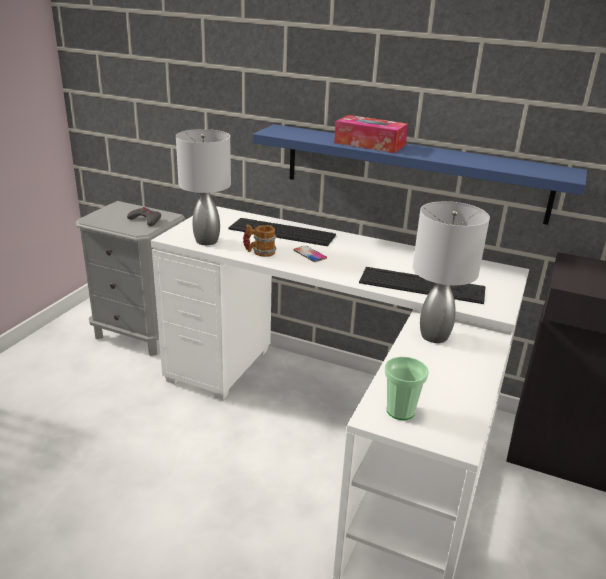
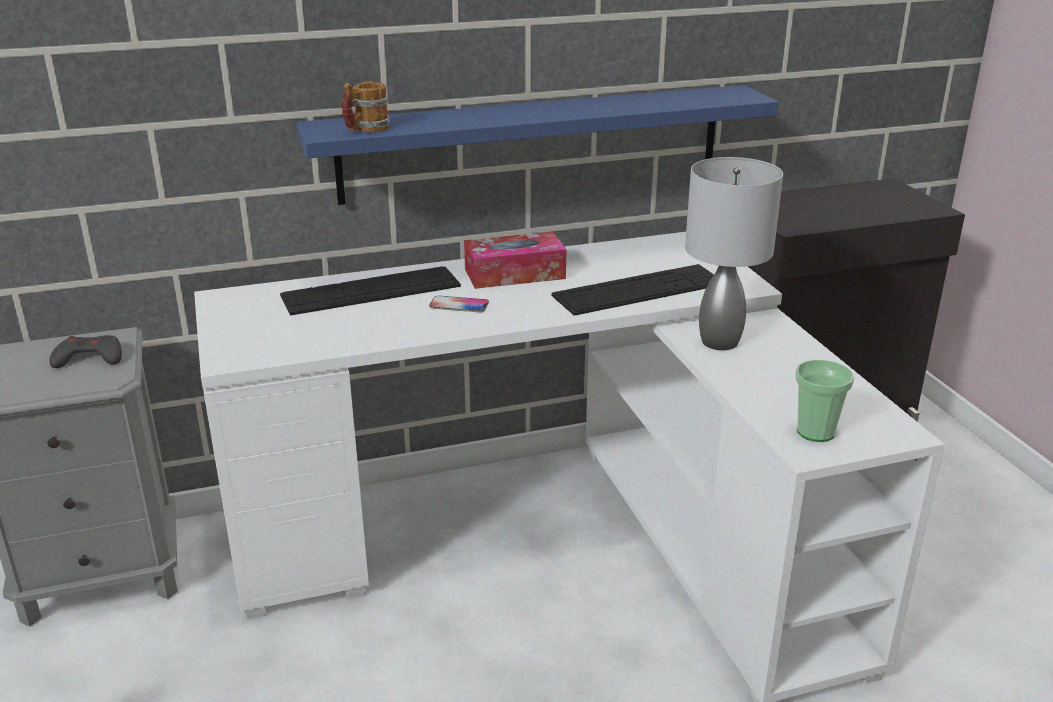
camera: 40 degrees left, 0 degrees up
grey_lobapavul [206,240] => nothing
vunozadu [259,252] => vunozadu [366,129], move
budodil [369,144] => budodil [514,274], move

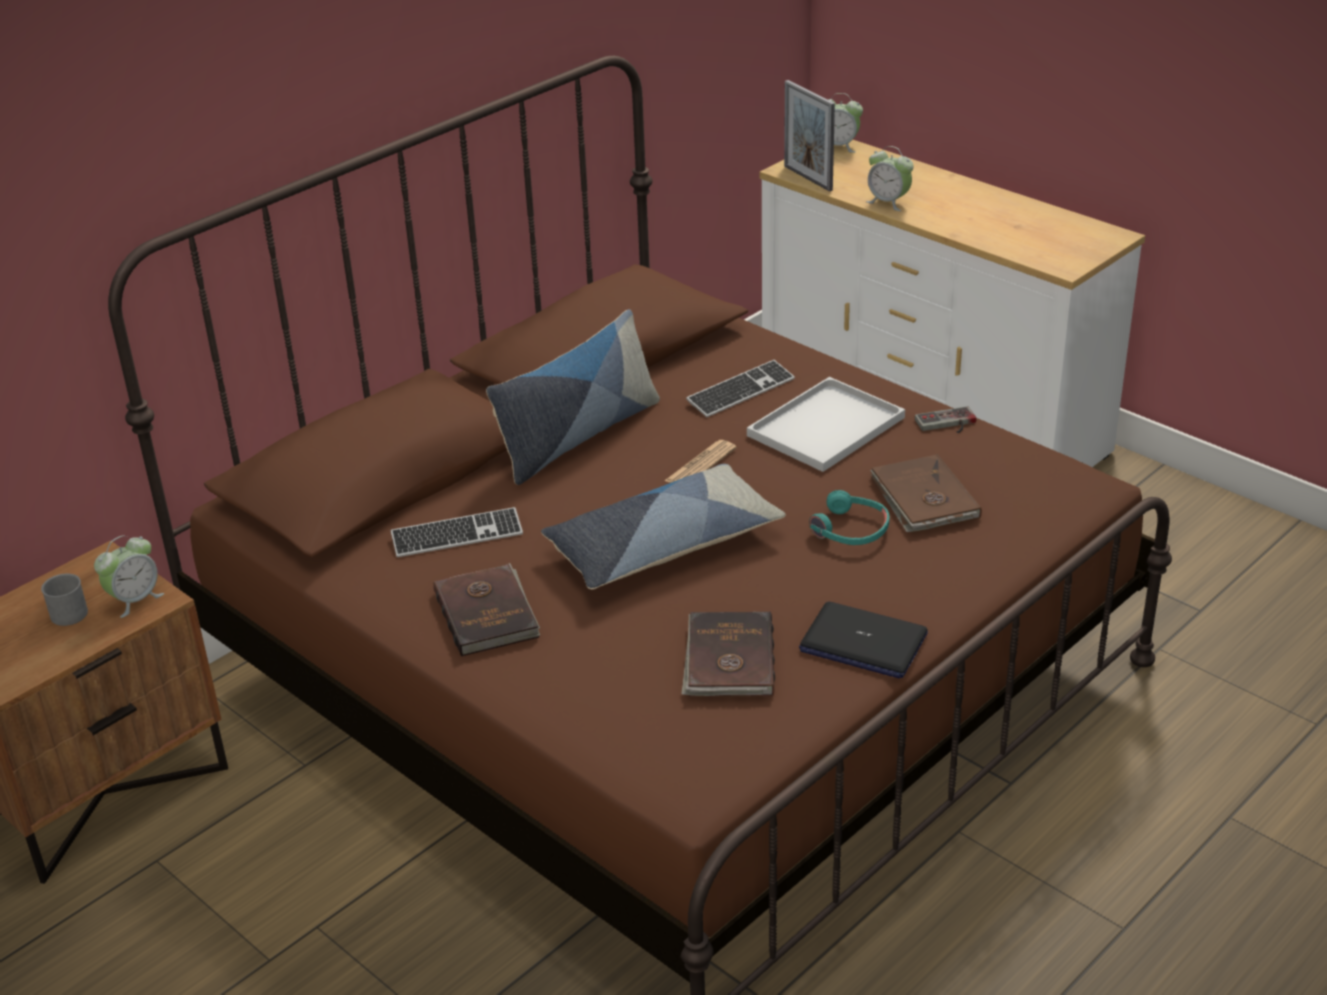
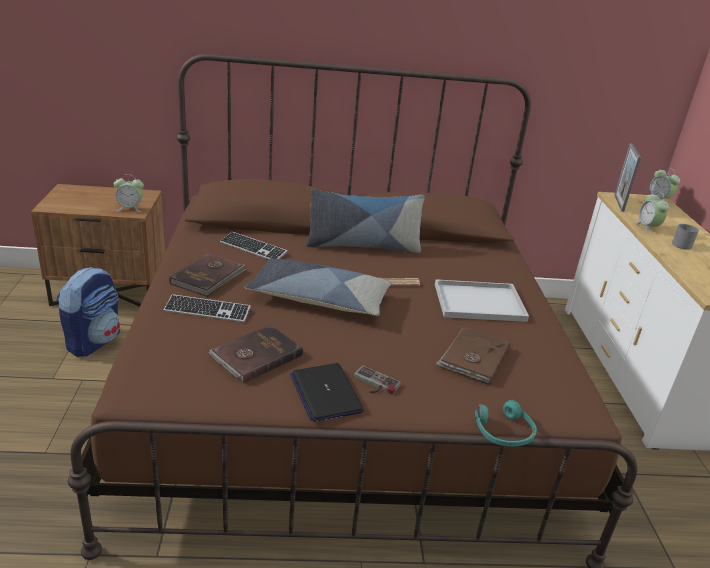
camera: 40 degrees right, 5 degrees down
nothing => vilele [94,341]
grey_vunozadu [68,611] => grey_vunozadu [681,244], move
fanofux [741,391] => fanofux [207,310], move
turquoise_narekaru [851,530] => turquoise_narekaru [503,431], move
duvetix [947,424] => duvetix [374,384], move

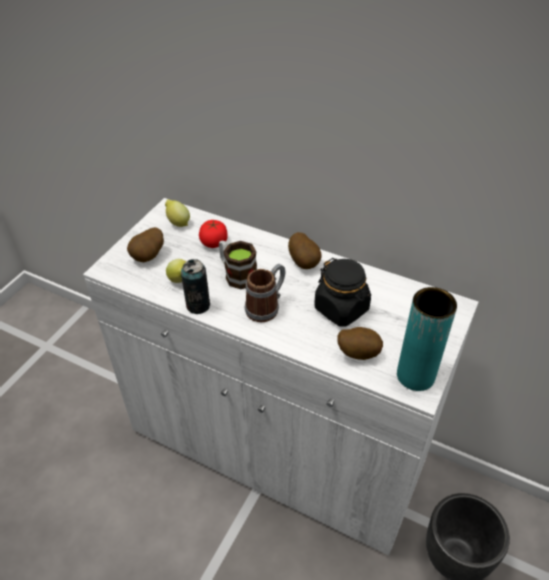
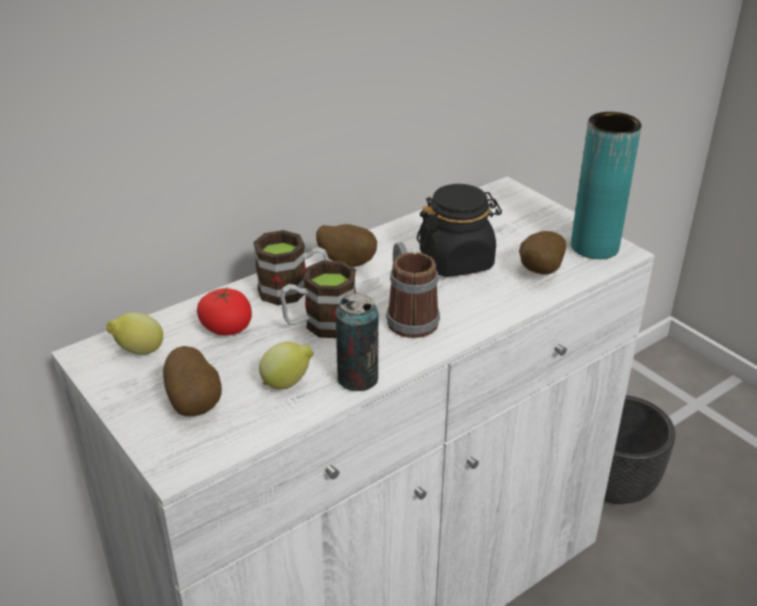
camera: 65 degrees left, 10 degrees down
nothing => vunozadu [293,291]

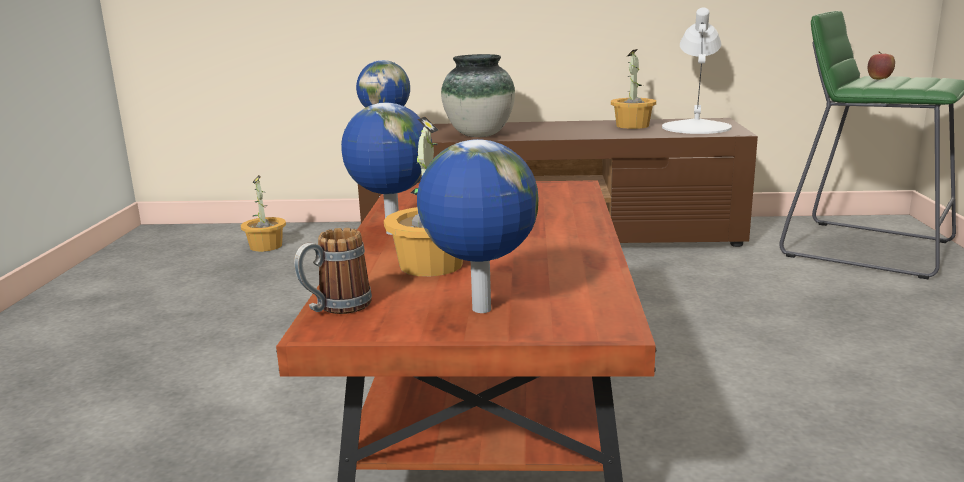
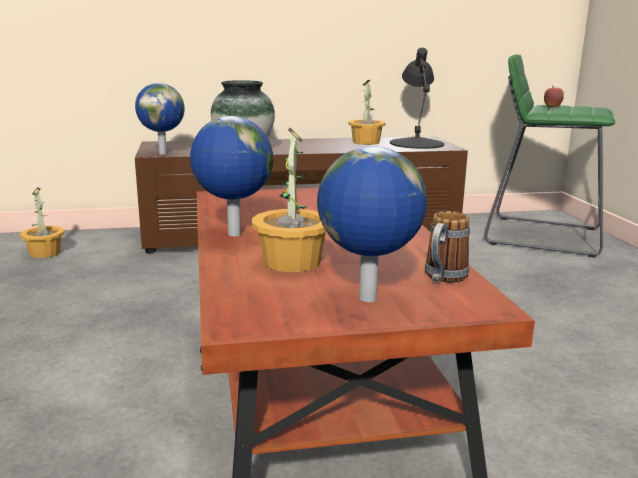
camera: 15 degrees left, 0 degrees up
vunozadu [335,308] => vunozadu [442,278], move
white_lobapavul [697,127] => black_lobapavul [417,143]

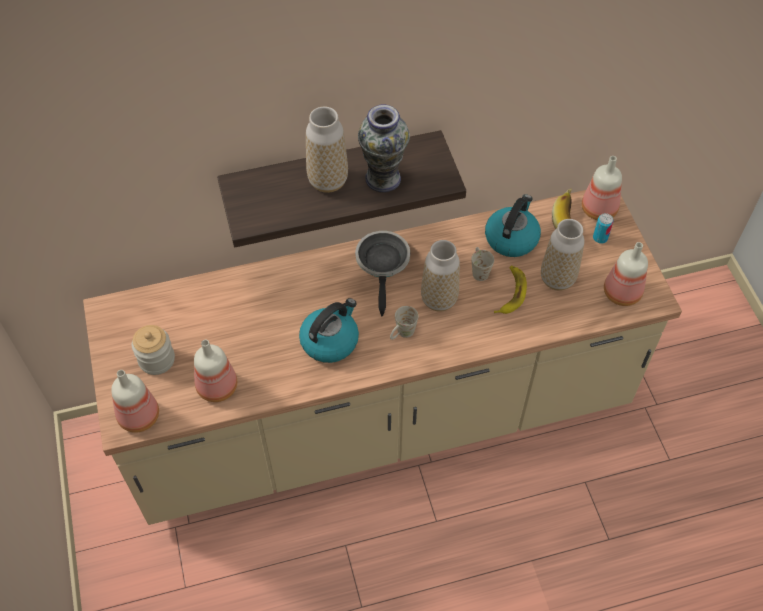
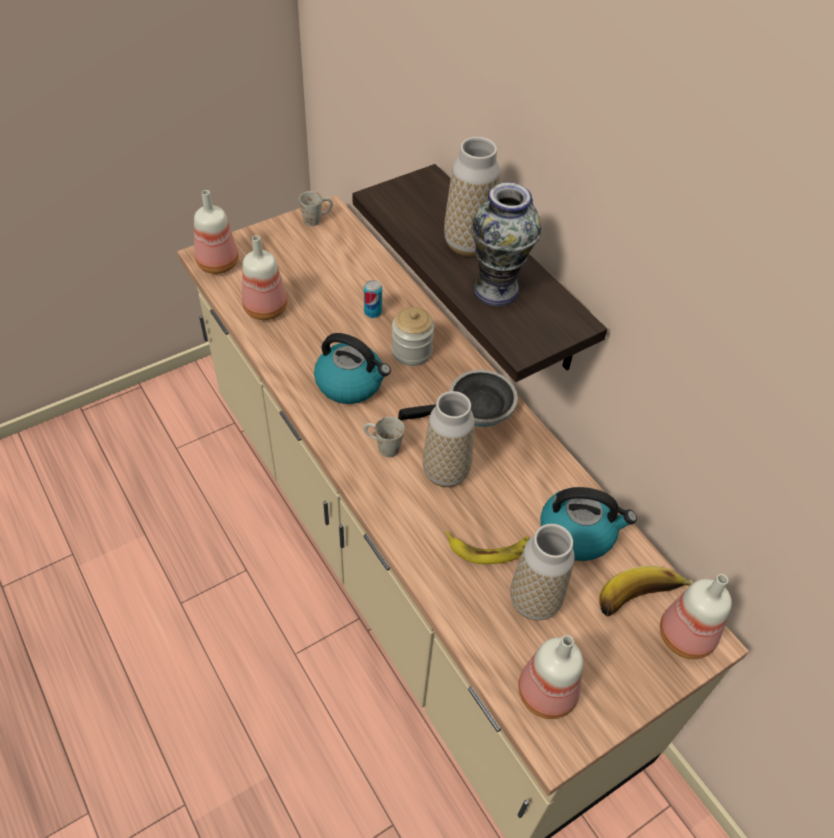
camera: 70 degrees right, 5 degrees down
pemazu [157,359] => pemazu [411,351], move
white_vunozadu [479,270] => white_vunozadu [317,219], move
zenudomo [600,238] => zenudomo [373,312], move

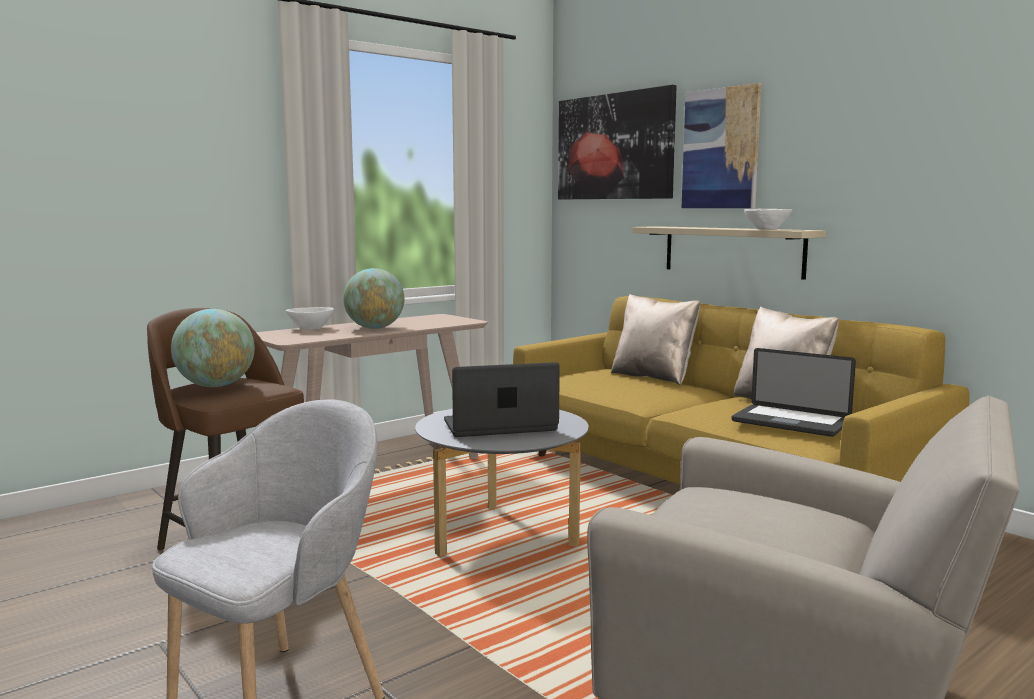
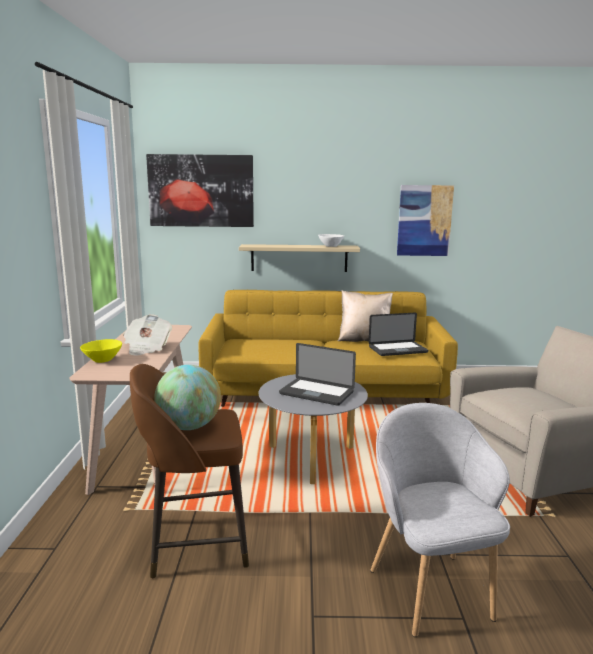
camera: 50 degrees left, 5 degrees up
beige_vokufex [654,377] => nothing
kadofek [720,149] => kadofek [424,220], move
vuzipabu [374,328] => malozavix [147,348]
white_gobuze [310,328] => yellow_gobuze [102,360]
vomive [500,426] => vomive [316,393], 90 degrees counterclockwise

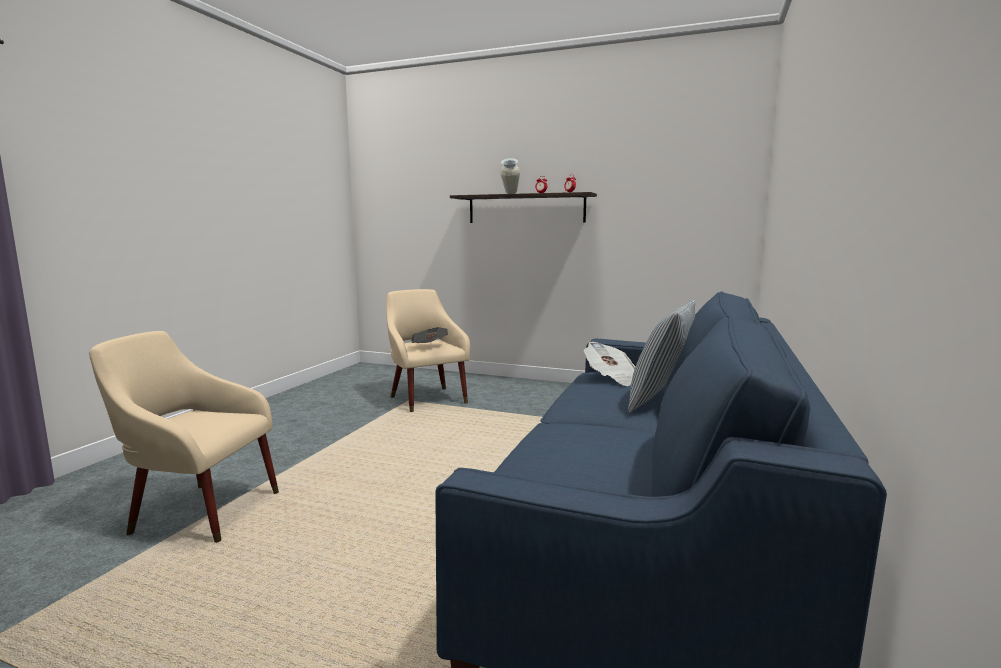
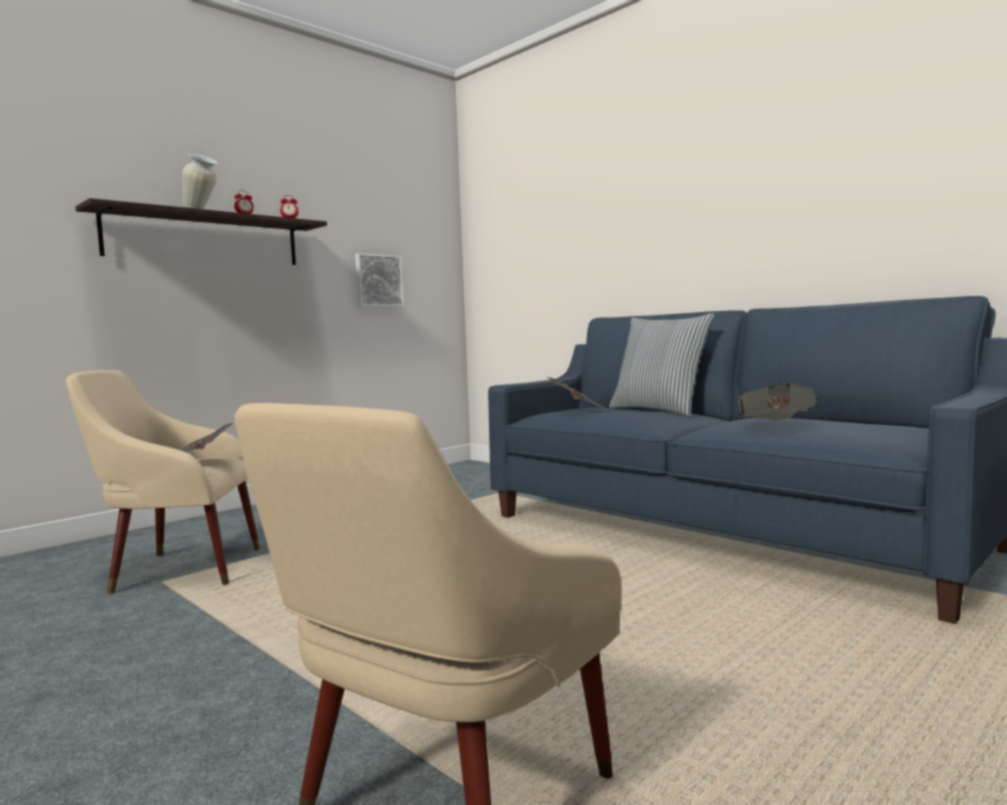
camera: 65 degrees left, 5 degrees down
nothing => kadofek [378,281]
nothing => malozavix [776,424]

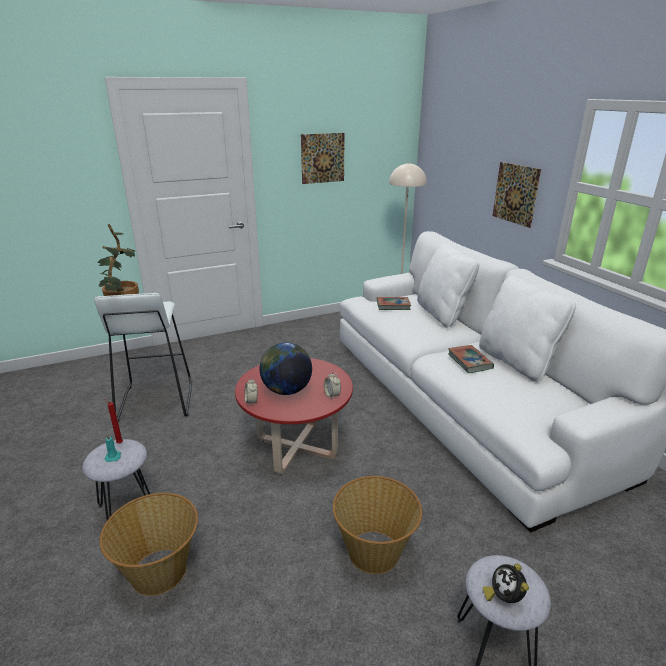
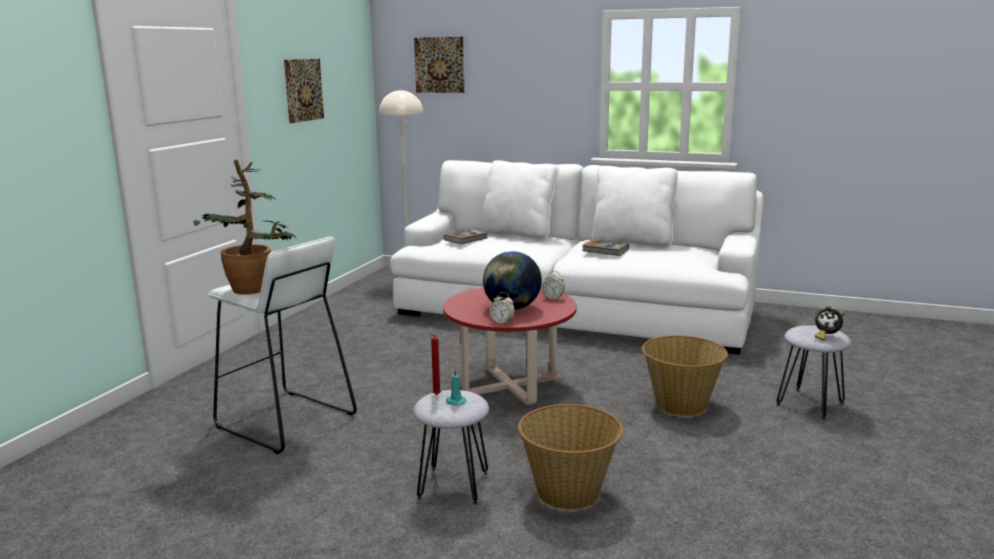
camera: 45 degrees left, 10 degrees down
kadofek [515,194] => kadofek [439,65], move

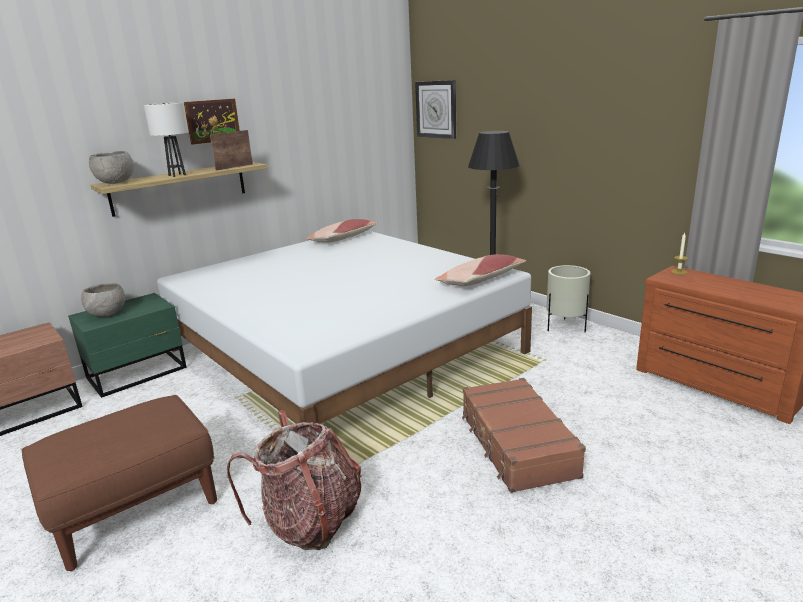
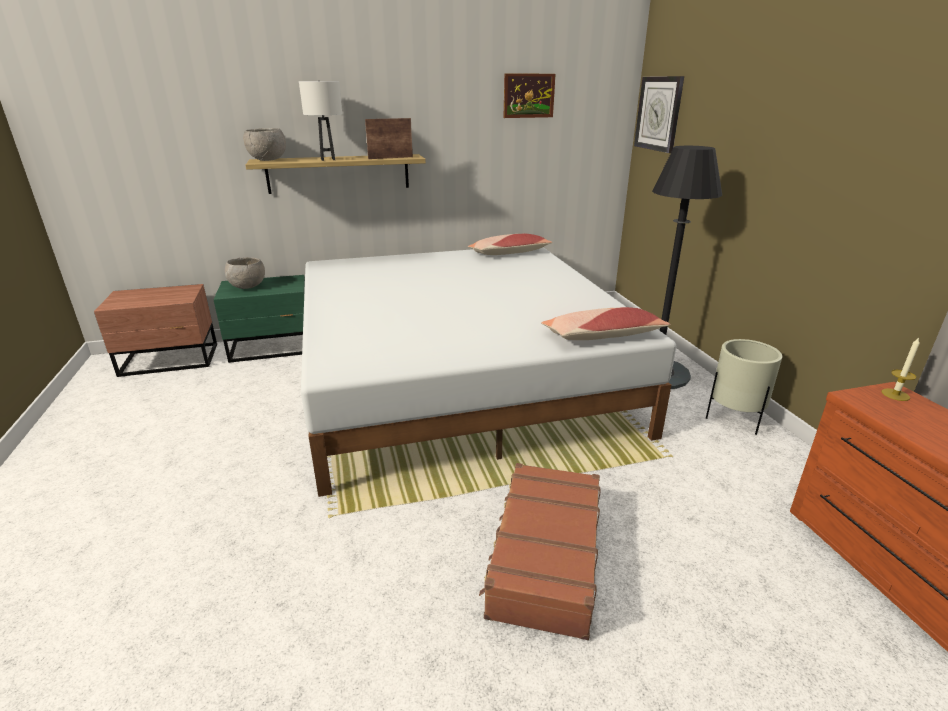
camera: 25 degrees right, 5 degrees up
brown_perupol [136,508] => nothing
vilele [309,521] => nothing
kadofek [212,121] => kadofek [528,95], move

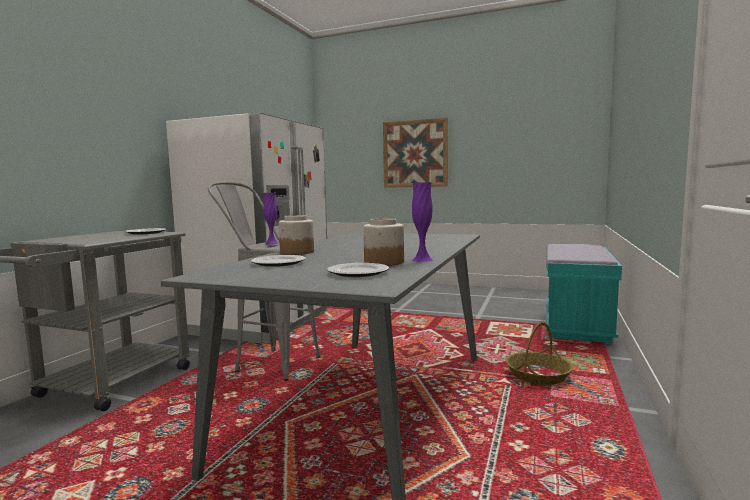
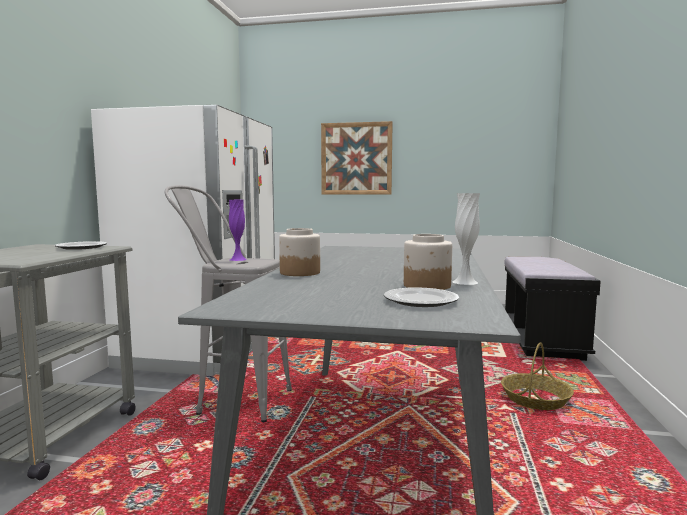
camera: 10 degrees left, 0 degrees up
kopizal [279,263] => nothing
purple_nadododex [422,260] => white_nadododex [465,282]
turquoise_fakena [576,324] => black_fakena [542,340]

